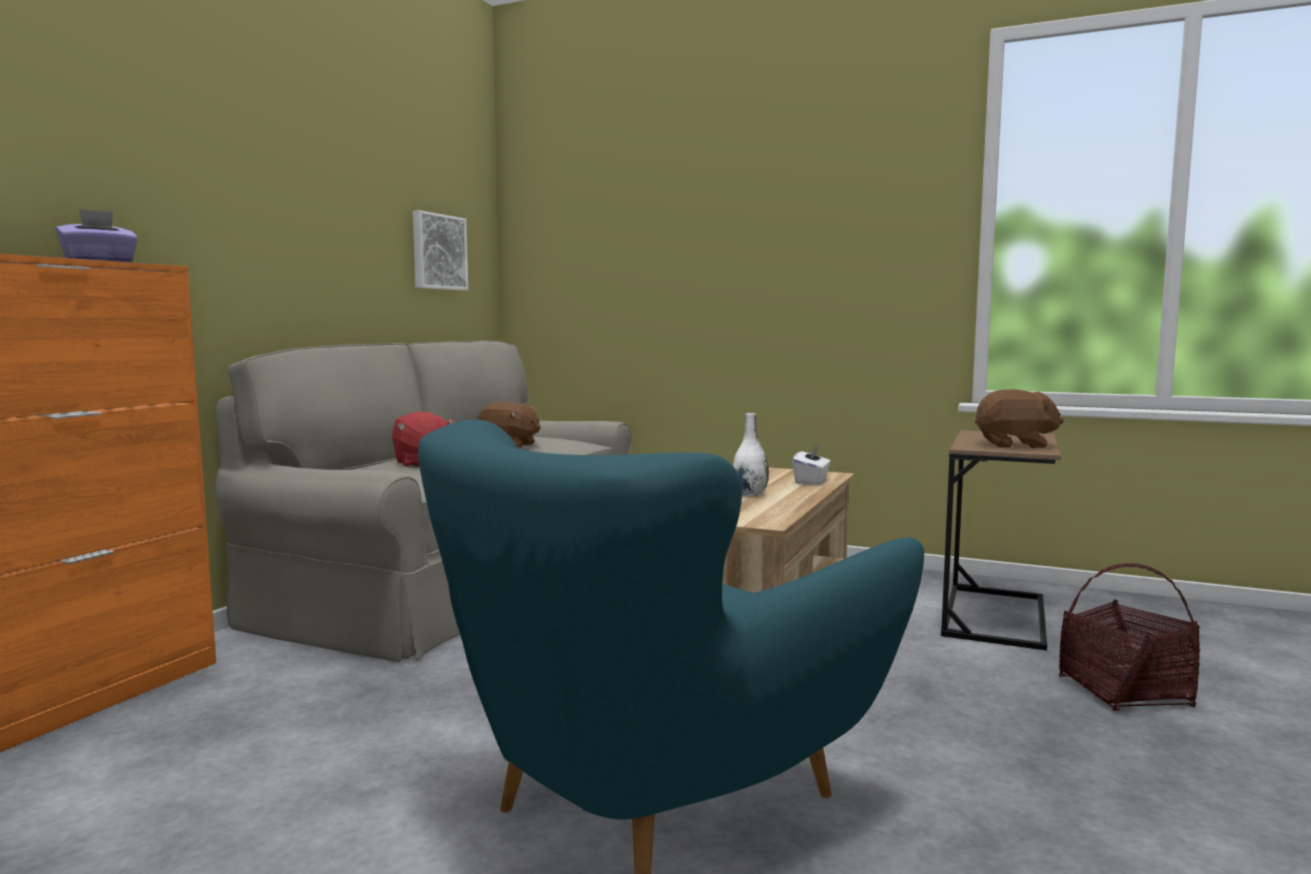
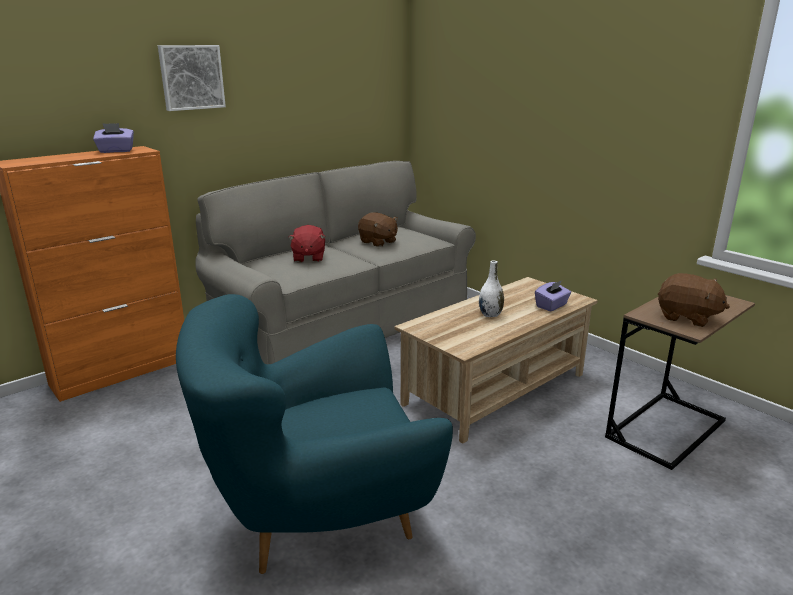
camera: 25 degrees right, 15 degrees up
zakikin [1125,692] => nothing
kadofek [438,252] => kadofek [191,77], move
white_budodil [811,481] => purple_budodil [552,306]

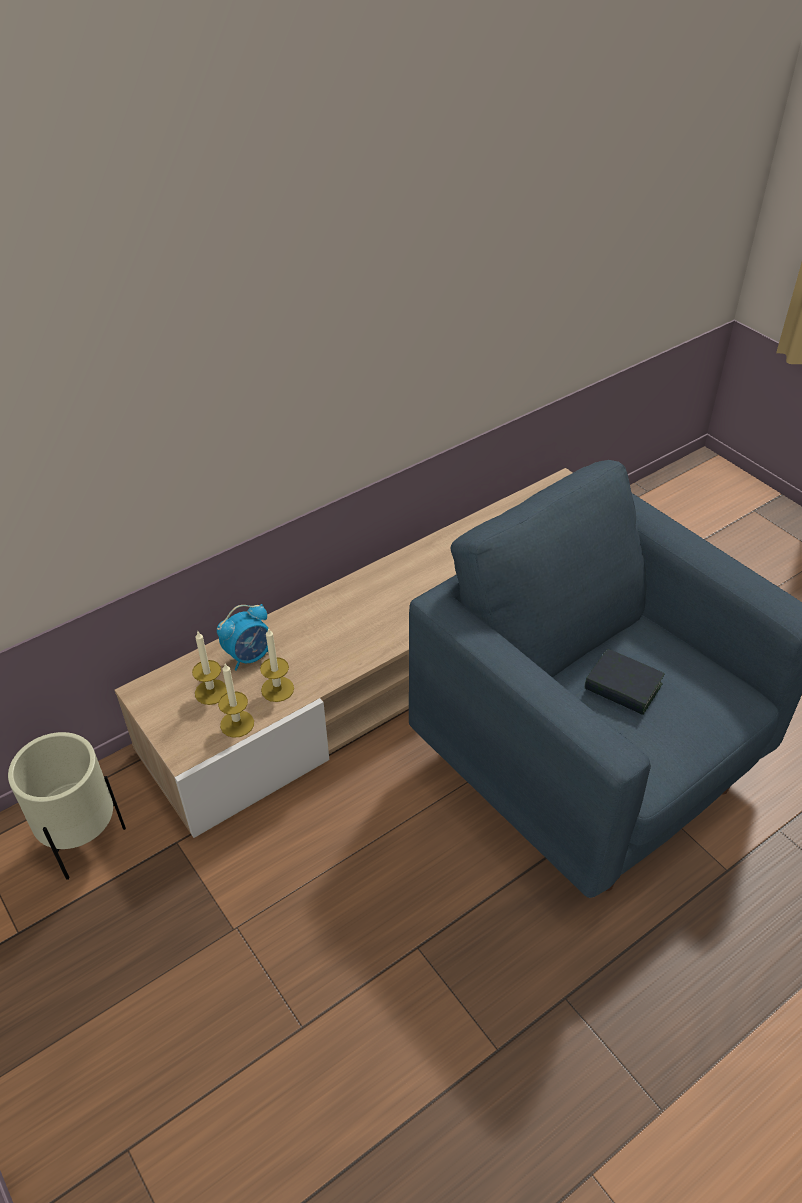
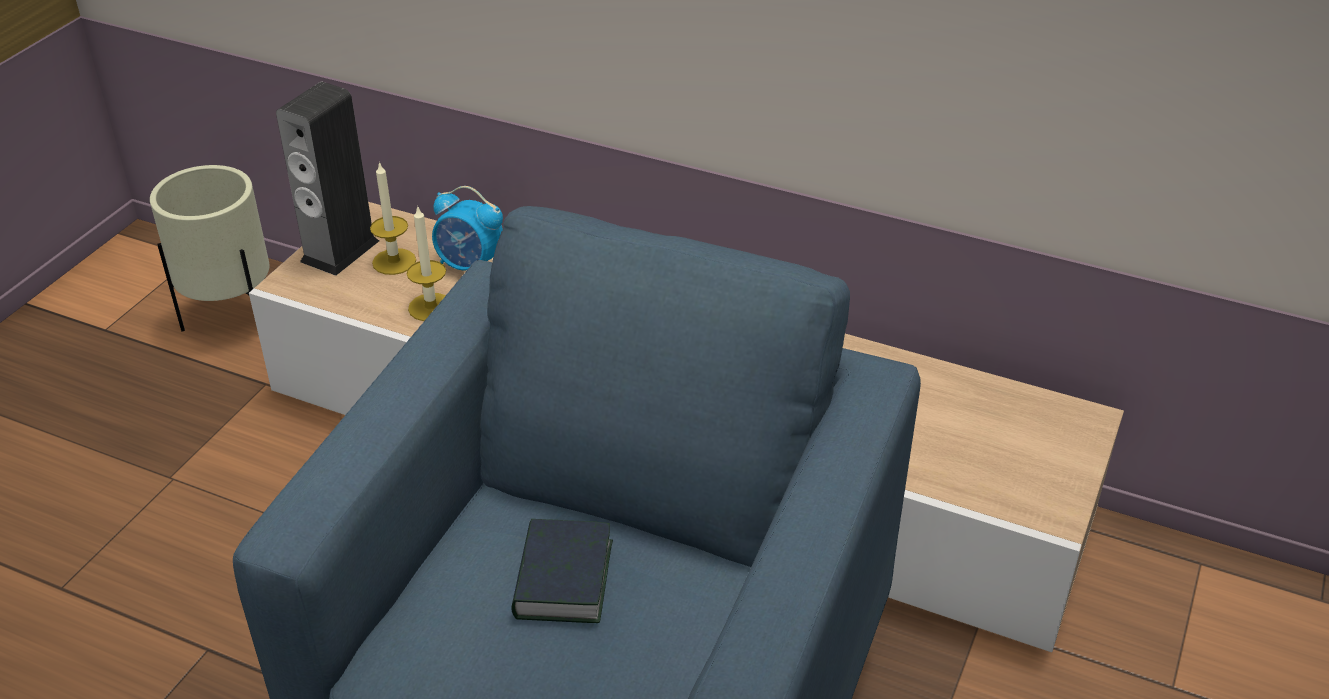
camera: 60 degrees right, 5 degrees down
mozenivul [237,724] => nothing
nothing => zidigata [340,251]

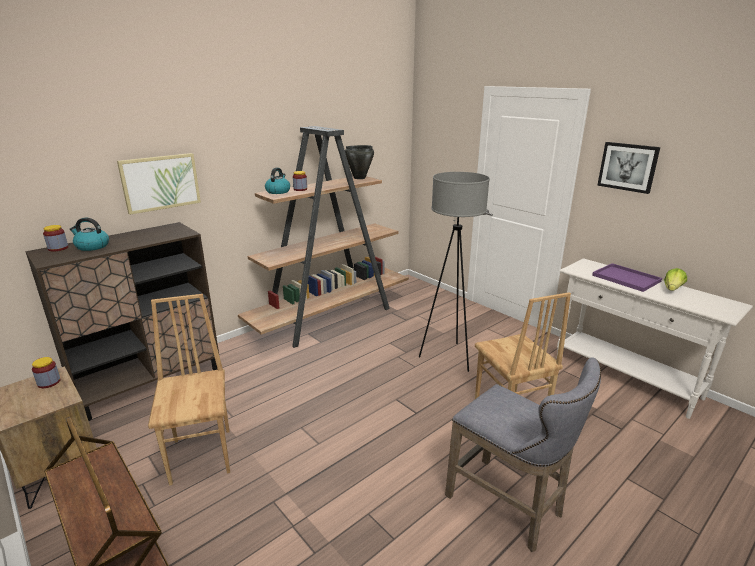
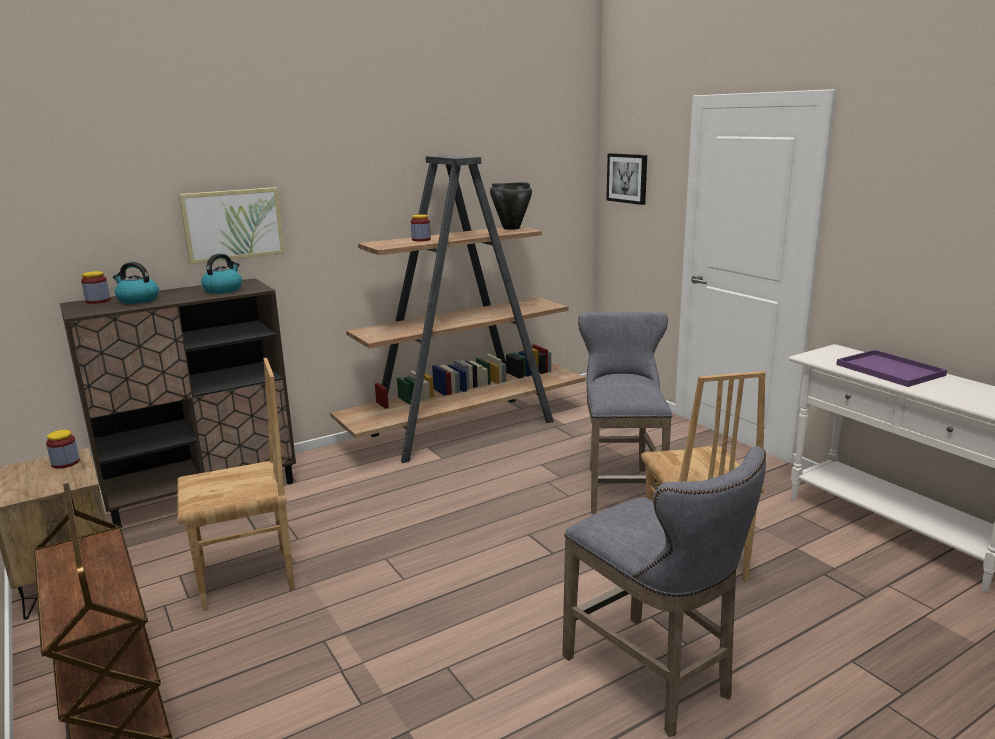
camera: 10 degrees right, 5 degrees down
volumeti [672,289] => nothing
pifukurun [278,191] => pifukurun [223,290], move
kadofek [628,167] => kadofek [627,178], move
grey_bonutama [448,357] => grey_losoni [622,487]
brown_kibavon [203,455] => brown_kibavon [247,580], 75 degrees clockwise

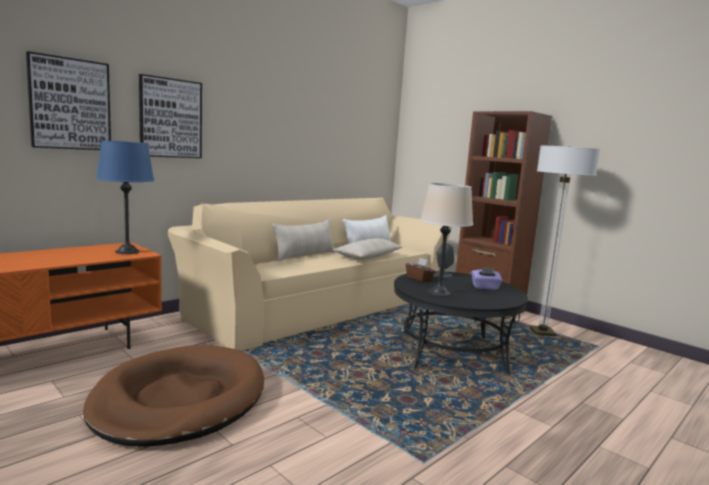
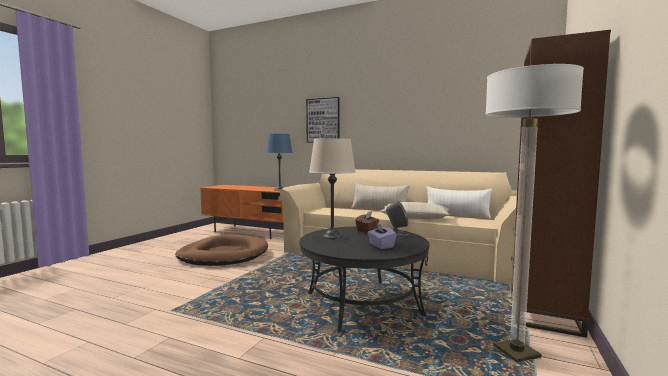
camera: 70 degrees right, 5 degrees down
kadofek [70,104] => nothing

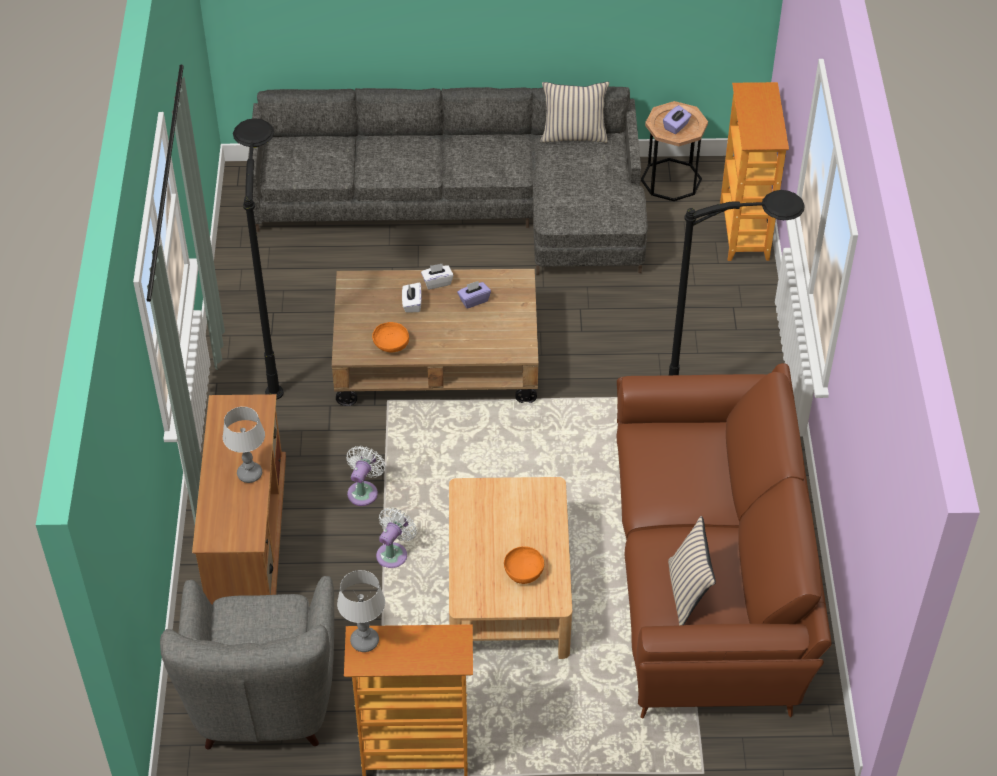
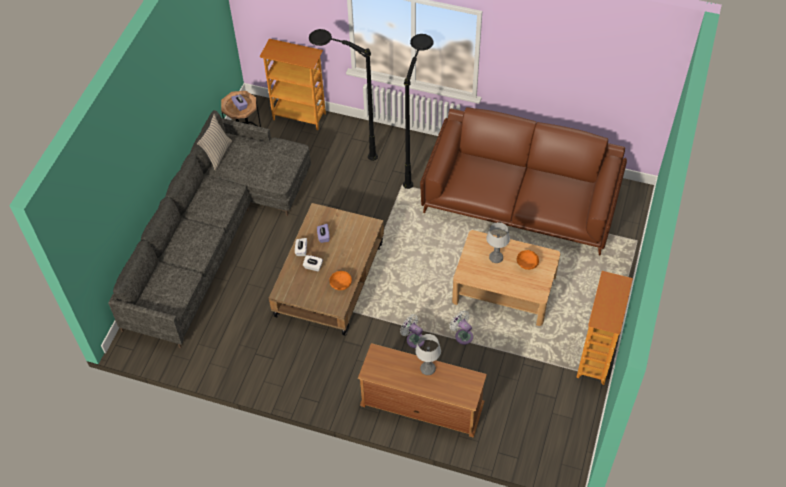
camera: 70 degrees left, 5 degrees up
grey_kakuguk [264,698] => nothing
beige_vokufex [688,592] => nothing
black_bonutama [277,350] => black_bonutama [342,149], move
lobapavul [364,641] => lobapavul [495,258], move

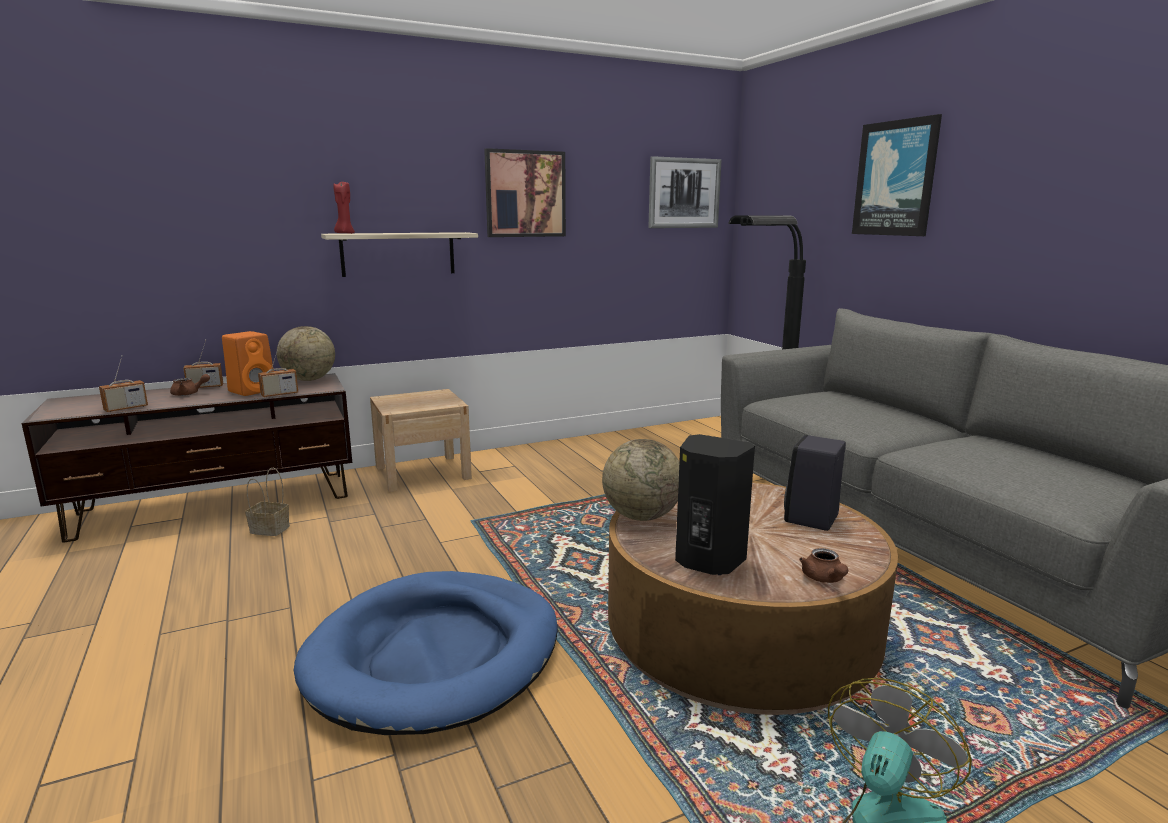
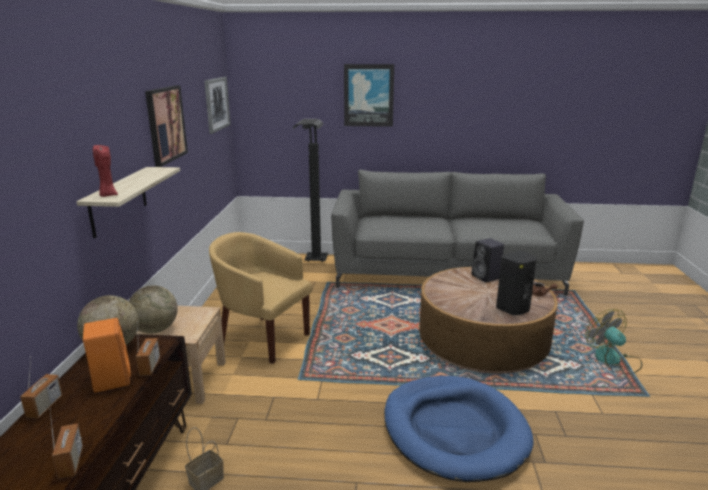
camera: 60 degrees left, 5 degrees up
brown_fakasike [189,394] => nothing
nothing => yellow_kakuguk [262,339]
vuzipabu [641,516] => vuzipabu [155,330], move

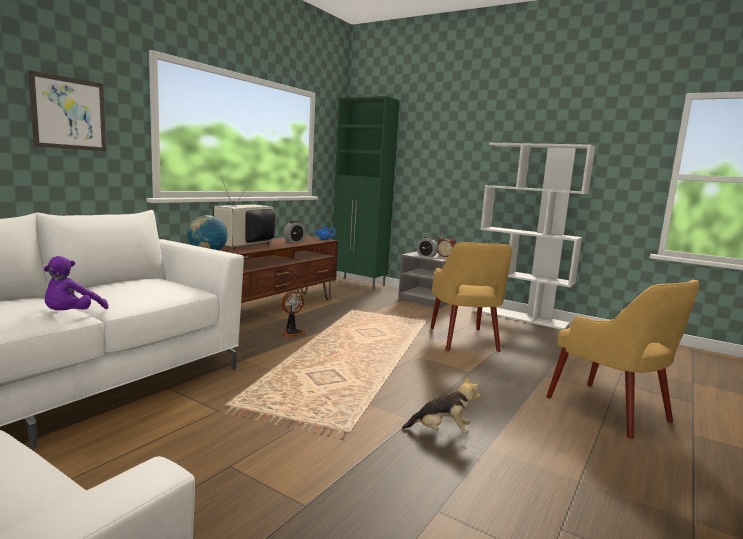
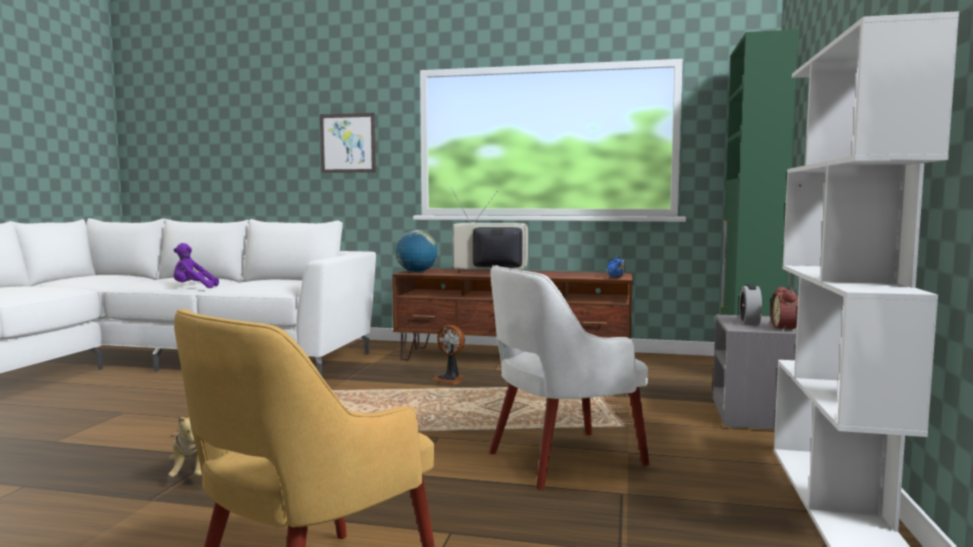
camera: 70 degrees right, 5 degrees down
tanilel [294,241] => nothing
yellow_kakuguk [464,340] => white_kakuguk [562,459]

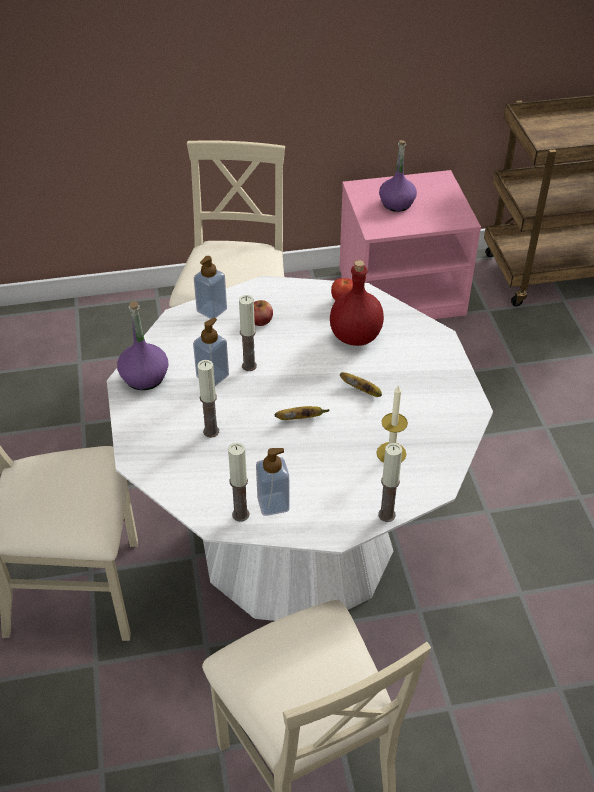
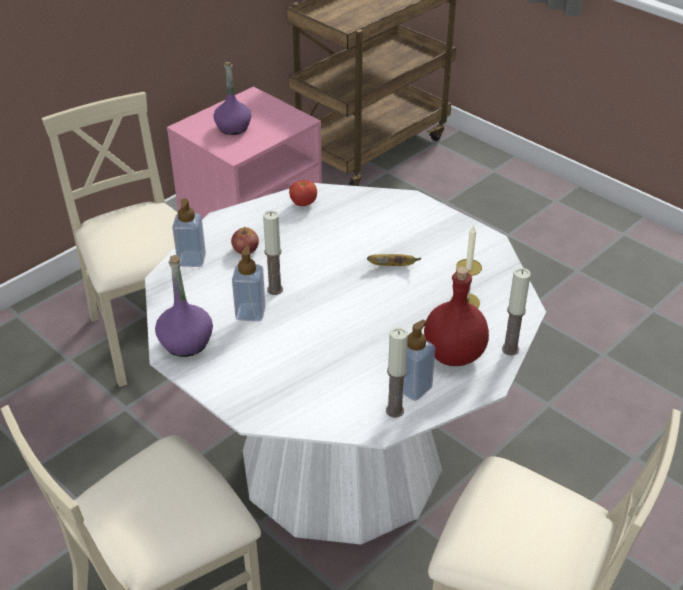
camera: 35 degrees left, 5 degrees down
mozenivul [211,431] => nothing
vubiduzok [300,418] => nothing
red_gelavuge [354,336] => red_gelavuge [452,355], move

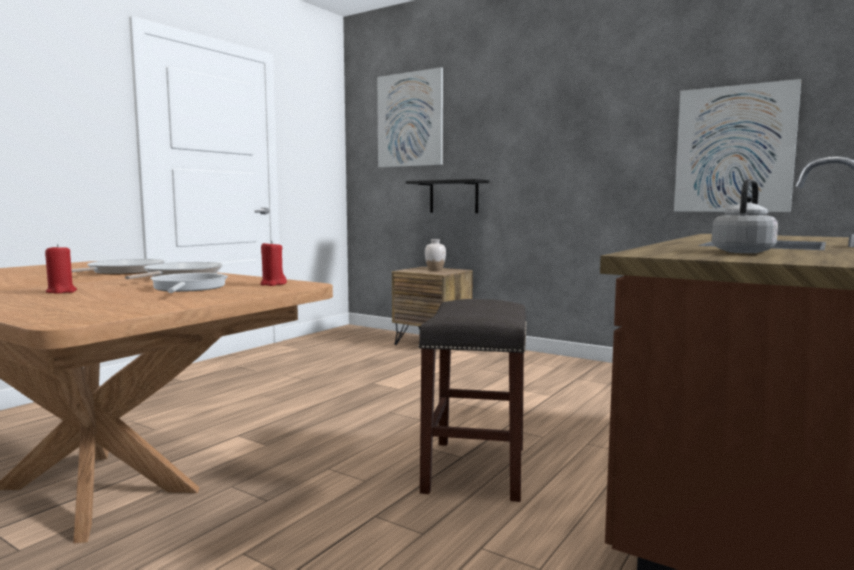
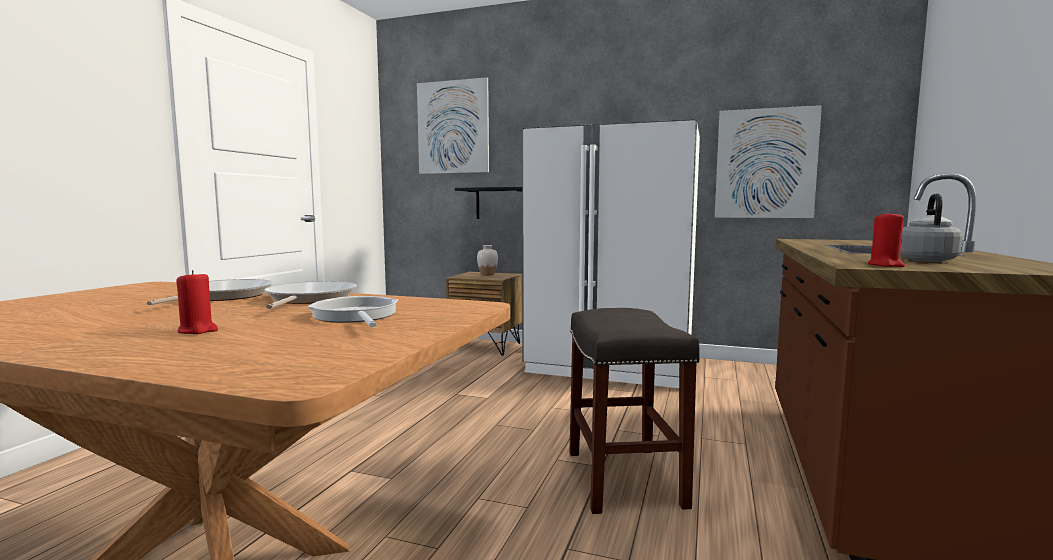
camera: 15 degrees left, 0 degrees up
nothing => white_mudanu [611,366]
red_mozenivul [273,284] => red_mozenivul [885,265], move

